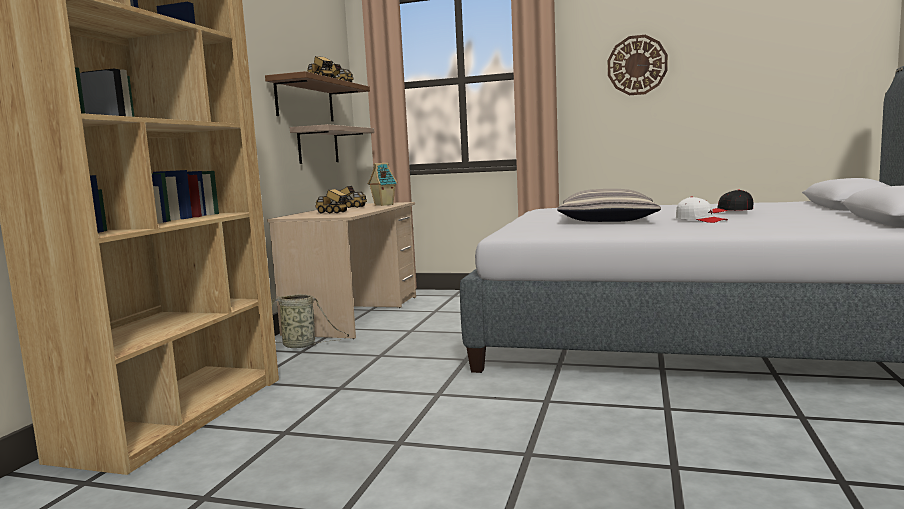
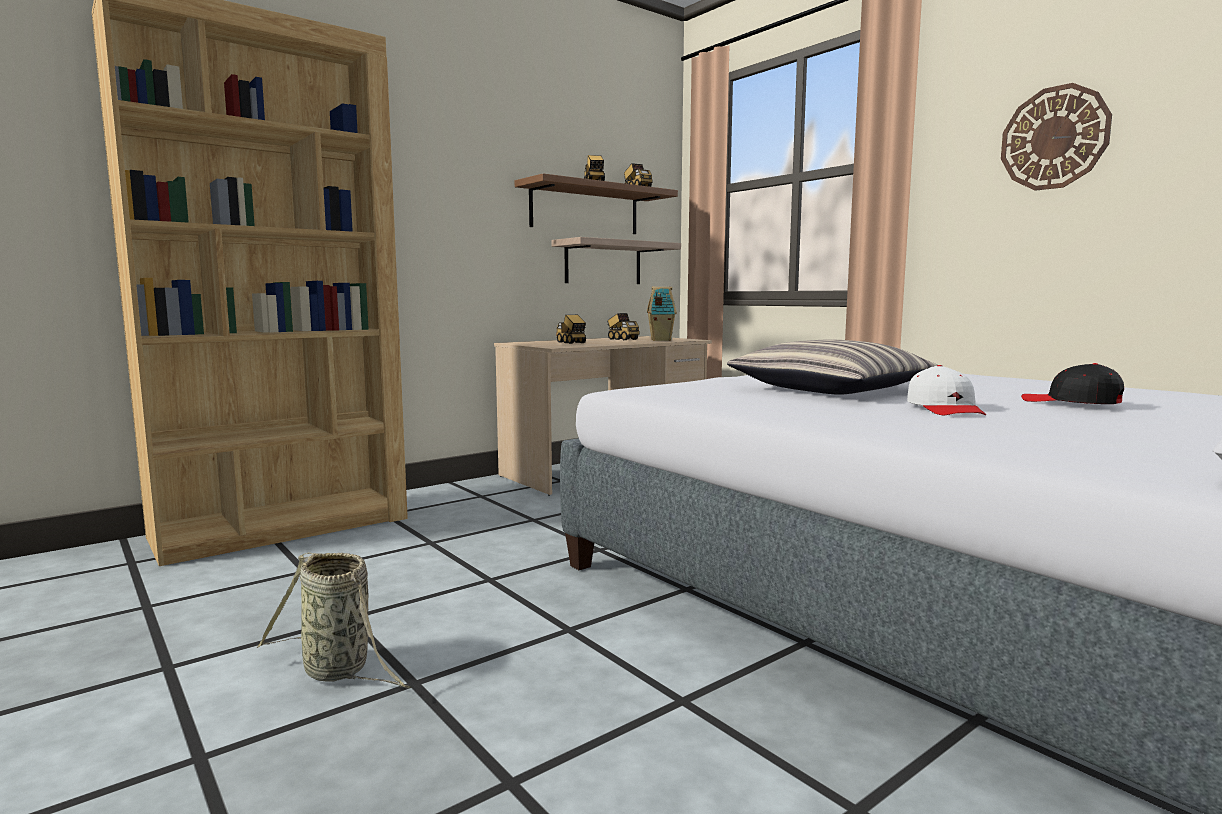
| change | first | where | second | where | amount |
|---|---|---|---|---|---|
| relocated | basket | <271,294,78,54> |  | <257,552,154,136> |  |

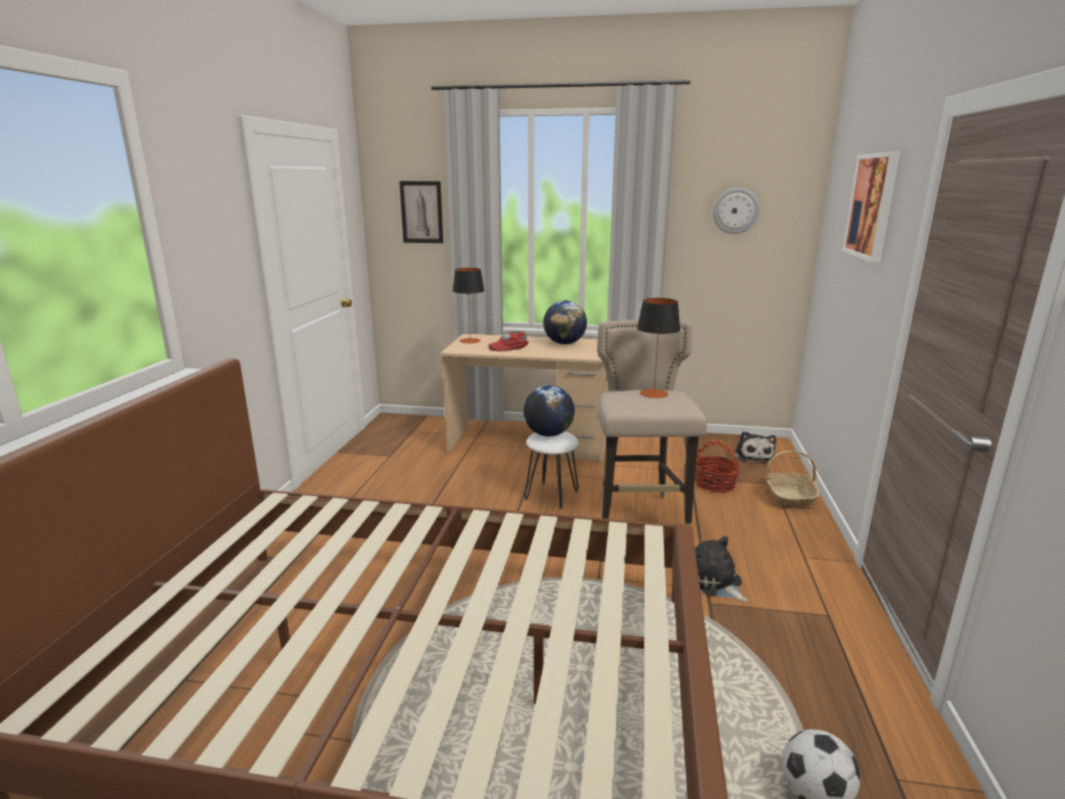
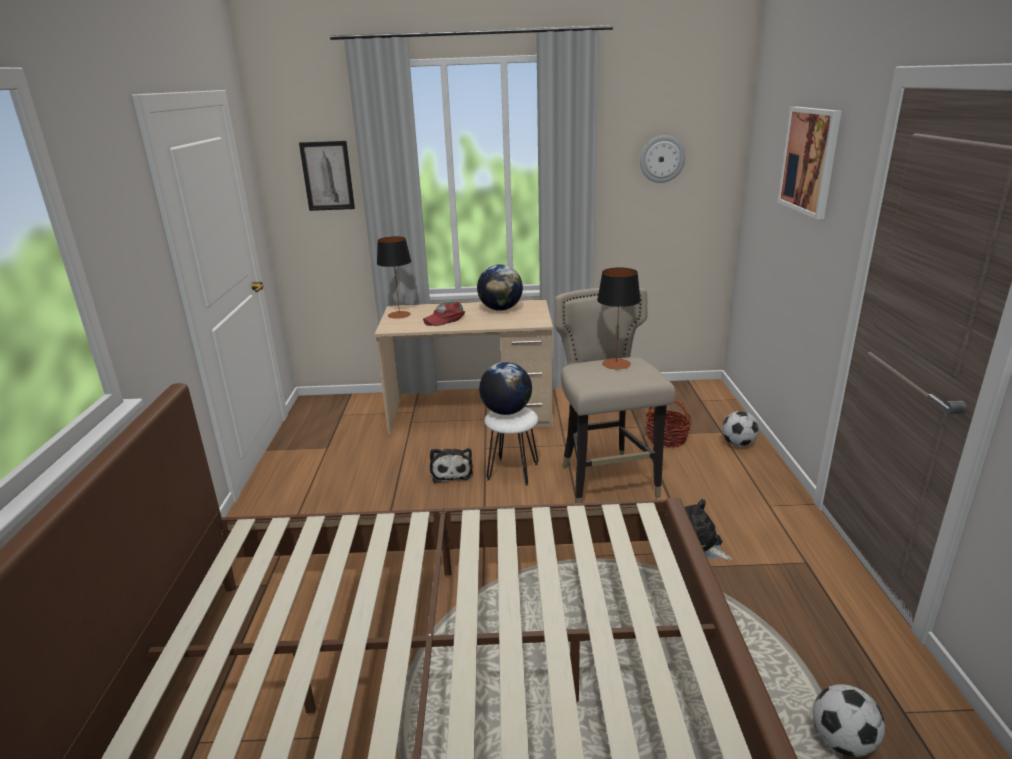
| change | first | where | second | where | amount |
|---|---|---|---|---|---|
| relocated | plush toy | <734,431,42,30> |  | <430,448,43,35> |  |
| exchanged | basket | <765,451,55,58> | football | <722,411,37,36> |  |

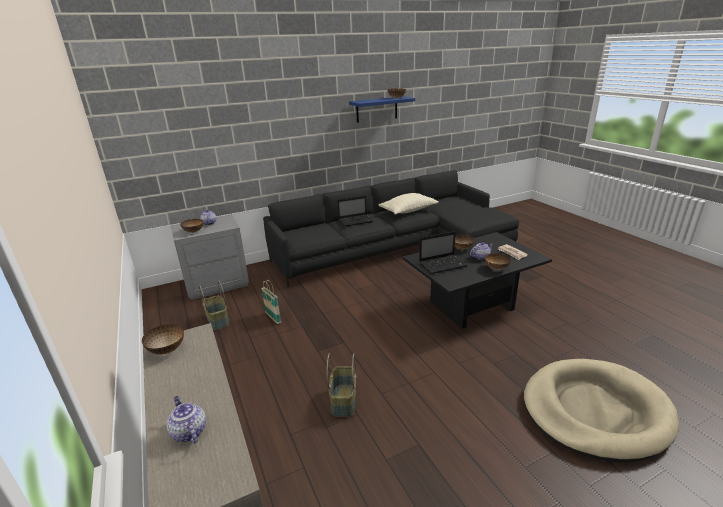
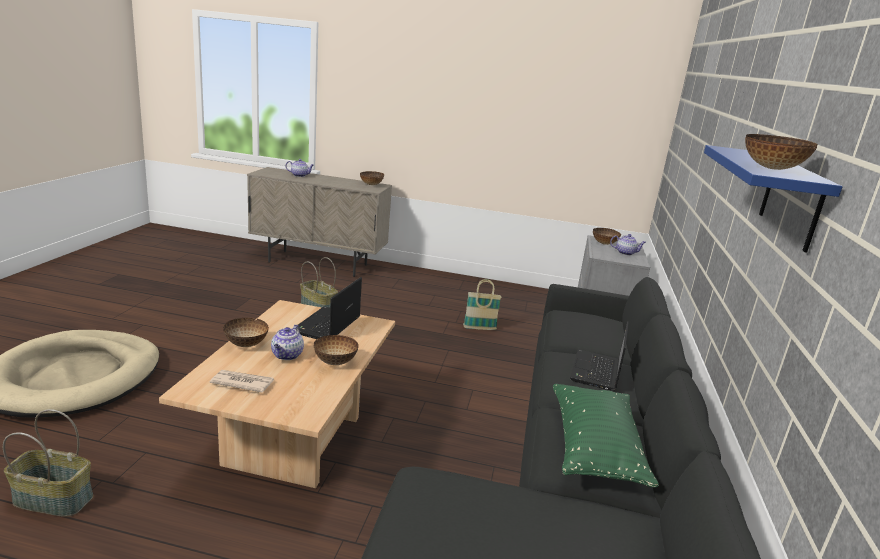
| change | first | where | second | where | amount |
|---|---|---|---|---|---|
| relocated | basket | <199,280,30,50> |  | <3,409,91,108> |  |
| colour | black coffee table | <403,232,149,97> | beige coffee table | <159,300,236,188> |  |
| colour | beige pillow | <378,193,61,21> | green pillow | <553,384,106,103> |  |

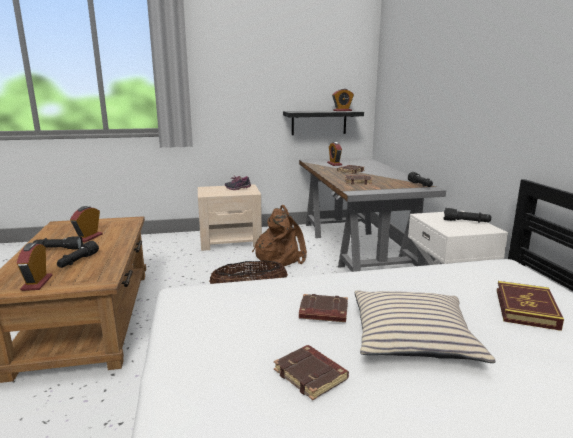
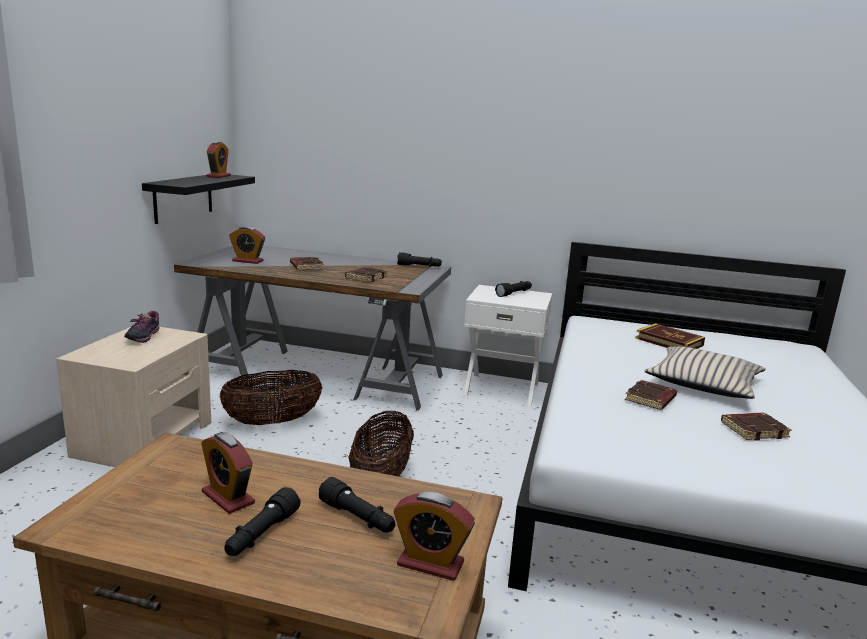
| change | first | where | second | where | amount |
|---|---|---|---|---|---|
| exchanged | brown backpack | <252,205,55,61> | basket | <219,370,104,55> |  |

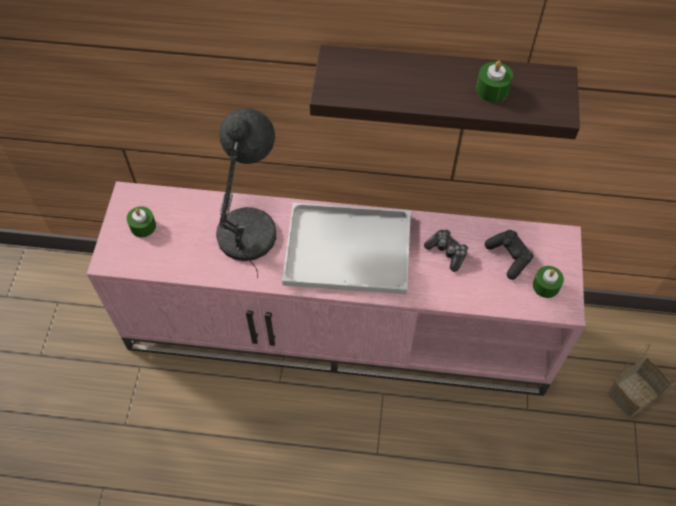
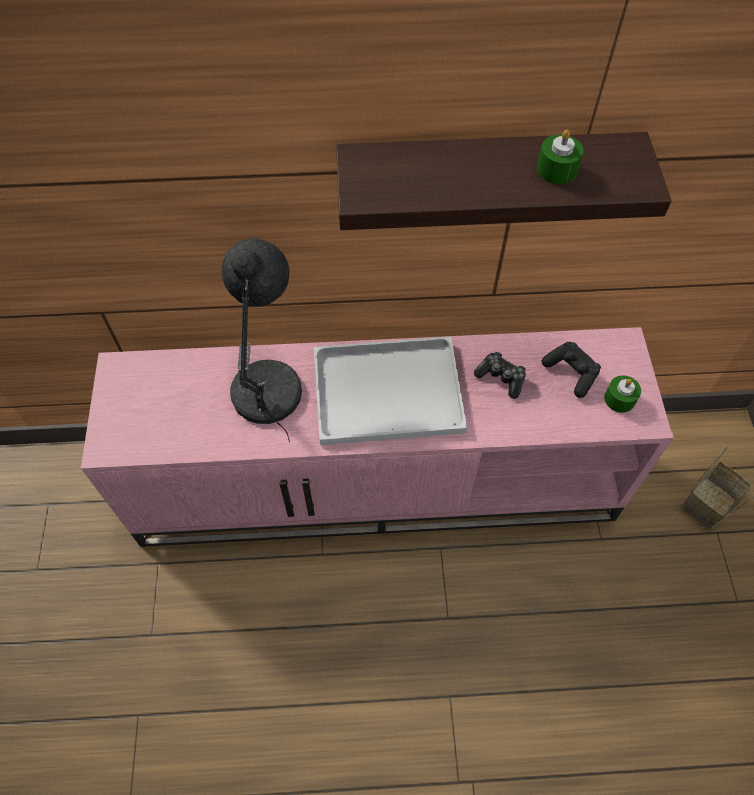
| change | first | where | second | where | amount |
|---|---|---|---|---|---|
| missing | green candle | <127,206,29,31> |  |  |  |

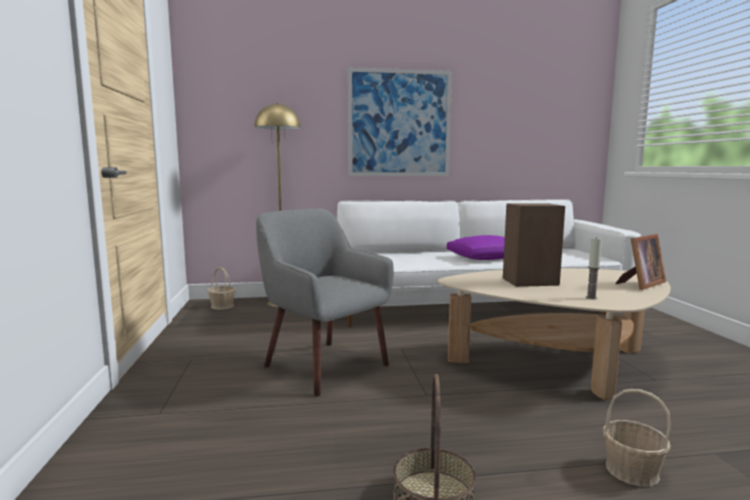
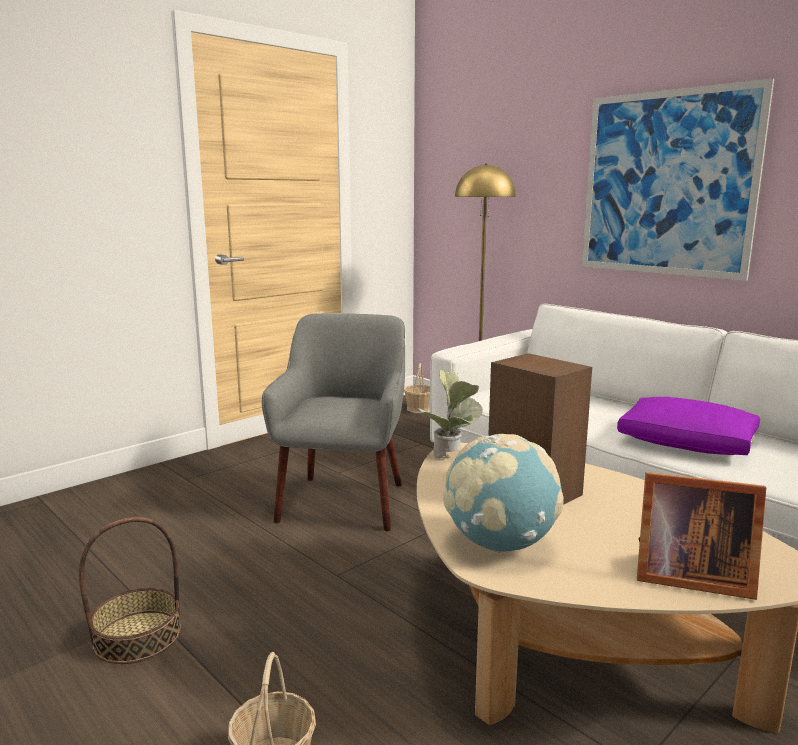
| change | first | where | second | where | amount |
|---|---|---|---|---|---|
| appeared |  |  | potted plant | <417,370,66,88> |  |
| exchanged | candle | <586,237,16,63> | globe | <443,434,121,118> |  |

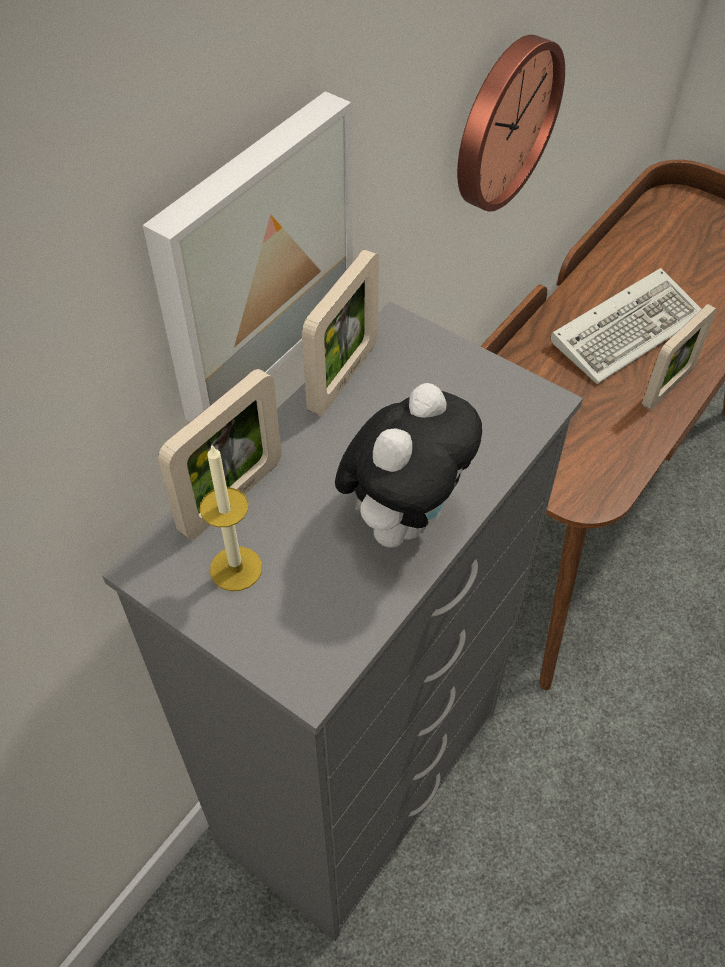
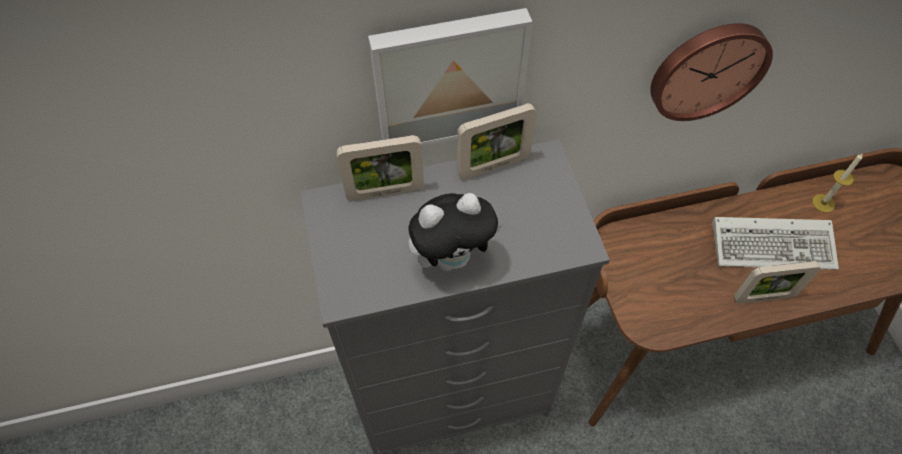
| change | first | where | second | where | amount |
|---|---|---|---|---|---|
| relocated | candle | <200,445,62,146> |  | <812,153,51,60> |  |

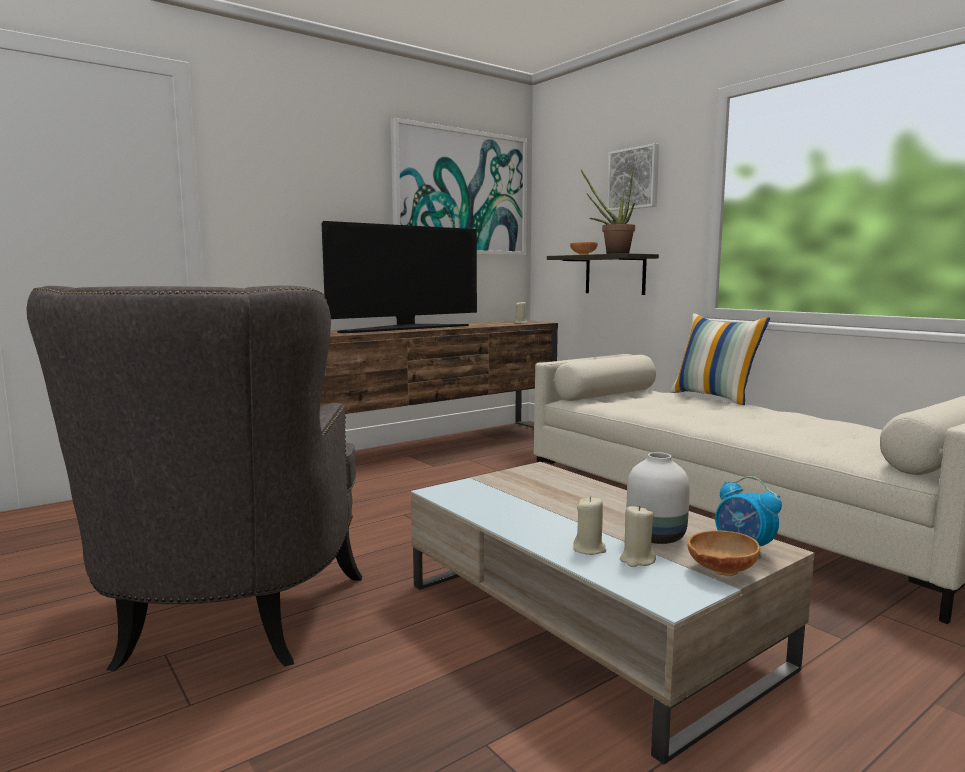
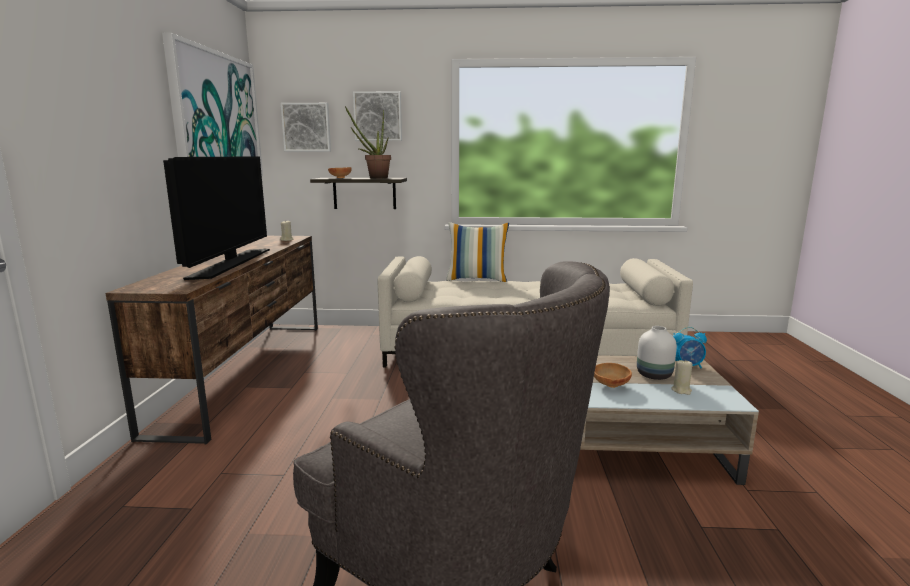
| change | first | where | second | where | amount |
|---|---|---|---|---|---|
| appeared |  |  | picture | <281,103,50,48> |  |
| relocated | brown bowl | <687,530,73,46> |  | <594,363,38,25> |  |
| missing | beige candle | <573,496,33,59> |  |  |  |

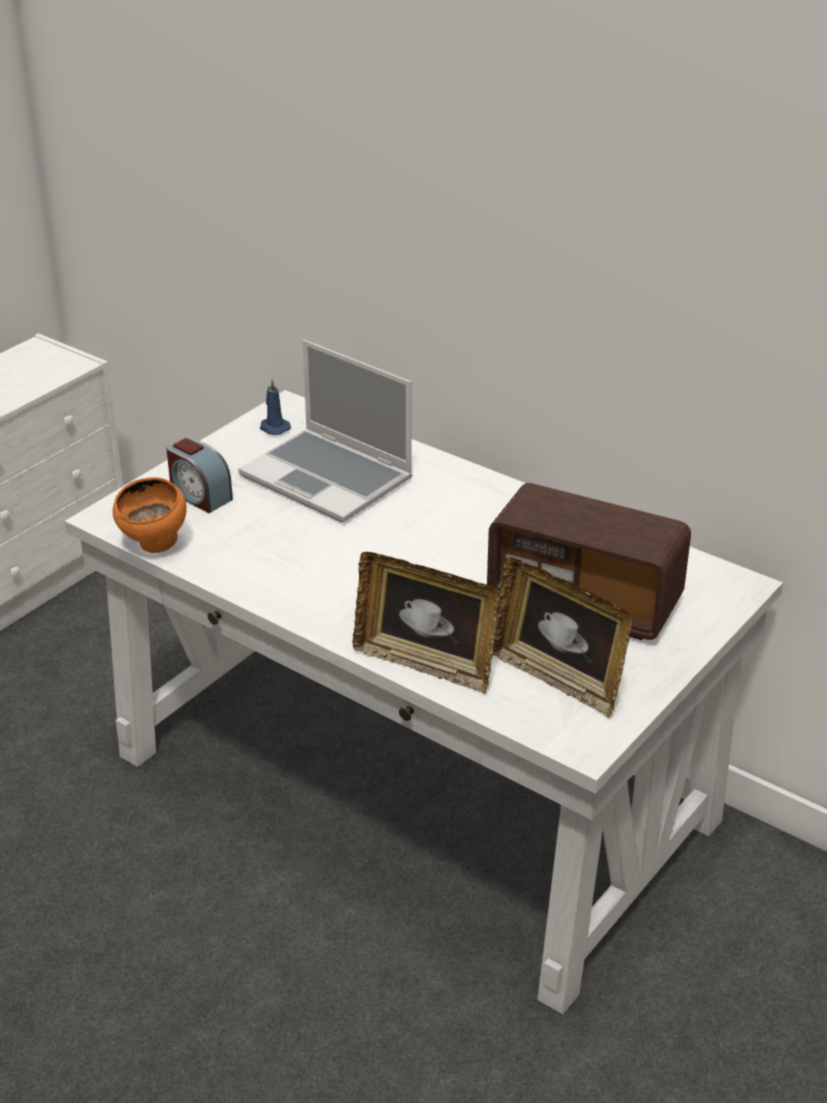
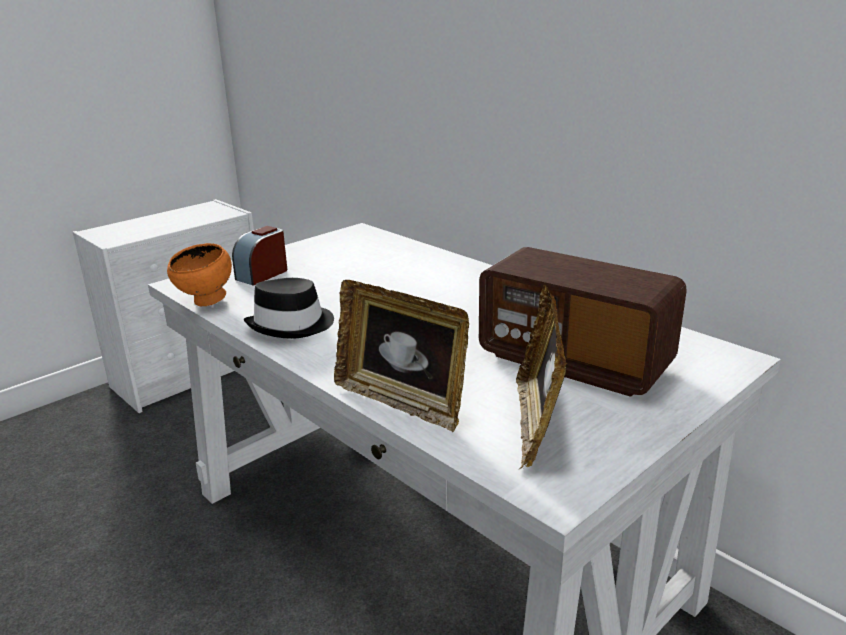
| change | first | where | second | where | amount |
|---|---|---|---|---|---|
| spun | alarm clock | <166,437,67,76> |  | <232,226,55,60> | 75 degrees clockwise |
| appeared |  |  | black hat | <244,278,90,61> |  |
| spun | picture frame | <493,558,139,160> |  | <516,284,51,185> | 45 degrees clockwise |
| missing | laptop | <238,340,174,183> |  |  |  |
| missing | blue candle | <260,379,31,56> |  |  |  |

